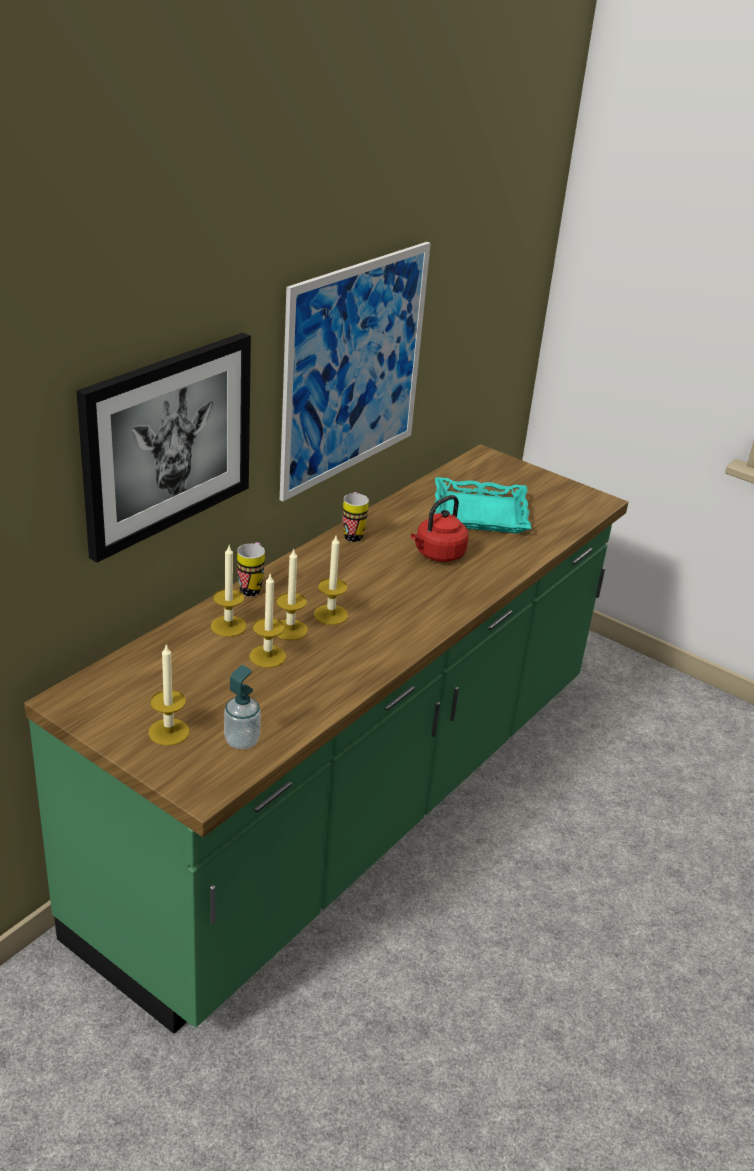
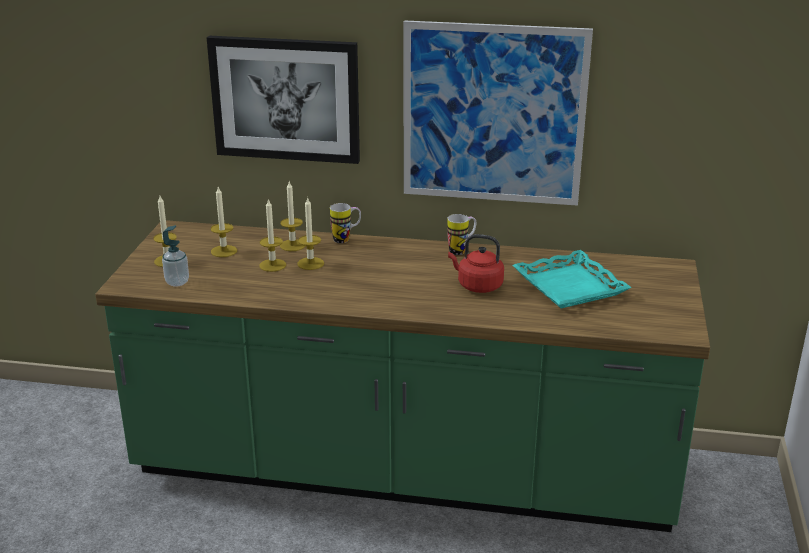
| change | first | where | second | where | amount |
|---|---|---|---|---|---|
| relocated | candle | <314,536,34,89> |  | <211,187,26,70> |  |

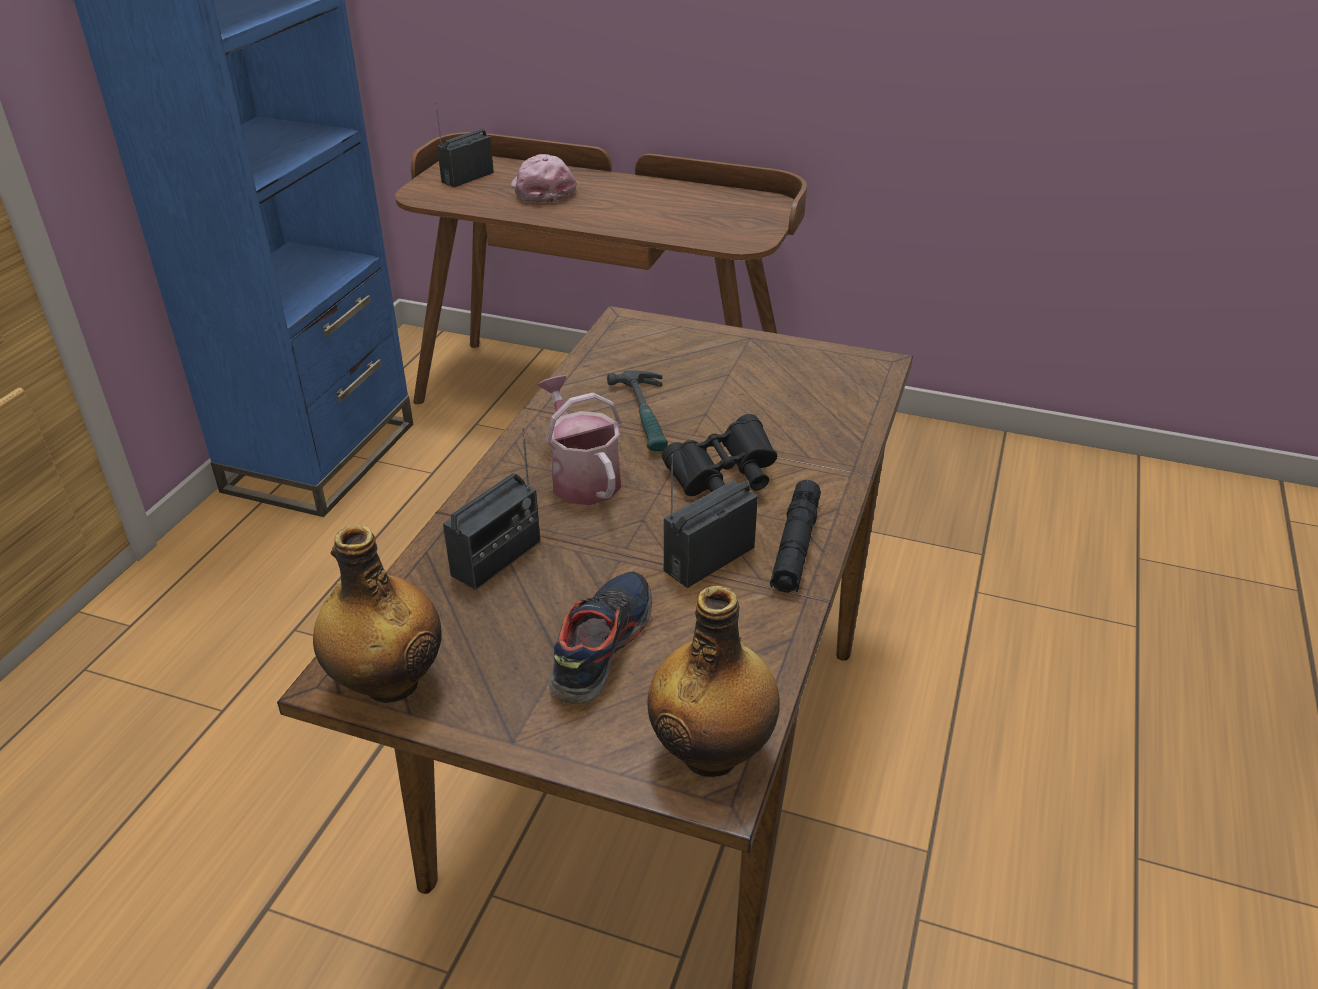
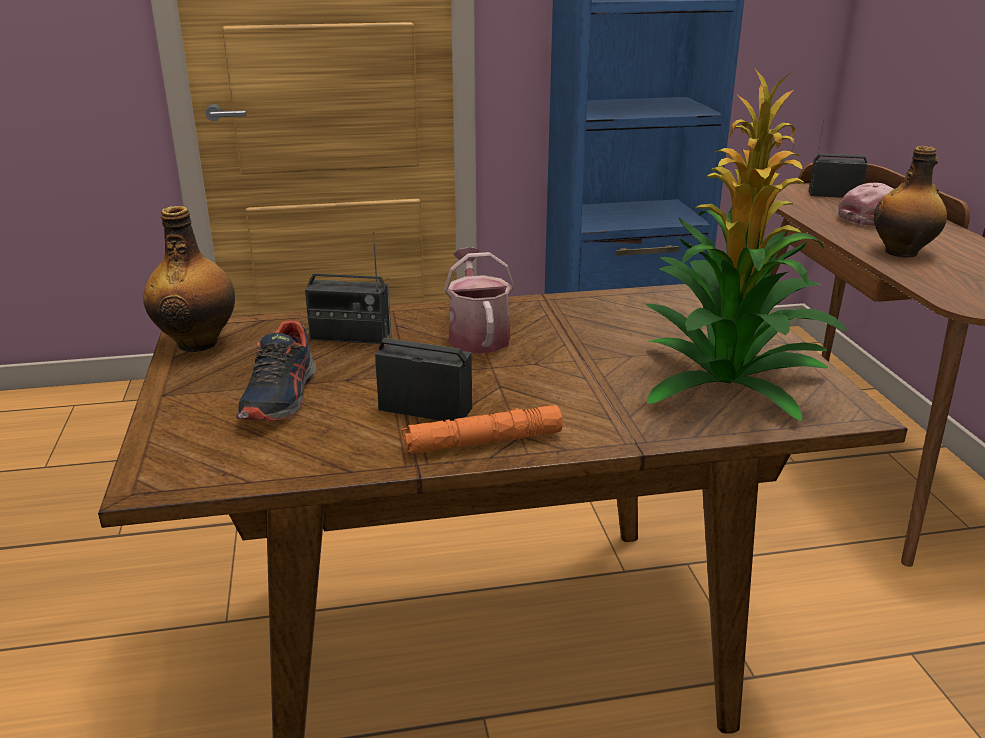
| change | first | where | second | where | amount |
|---|---|---|---|---|---|
| spun | shoe | <549,571,104,134> |  | <236,320,80,101> | 105 degrees clockwise |
| colour | black flashlight | <770,480,51,113> | orange flashlight | <401,405,162,49> |  |
| spun | watering can | <537,375,85,130> |  | <444,247,70,107> | 45 degrees counterclockwise |
| appeared |  |  | potted plant | <646,69,201,353> |  |
| relocated | bottle | <647,586,133,191> |  | <874,146,73,112> |  |
| missing | hammer | <607,370,61,81> |  |  |  |
| missing | black binoculars | <662,414,115,82> |  |  |  |

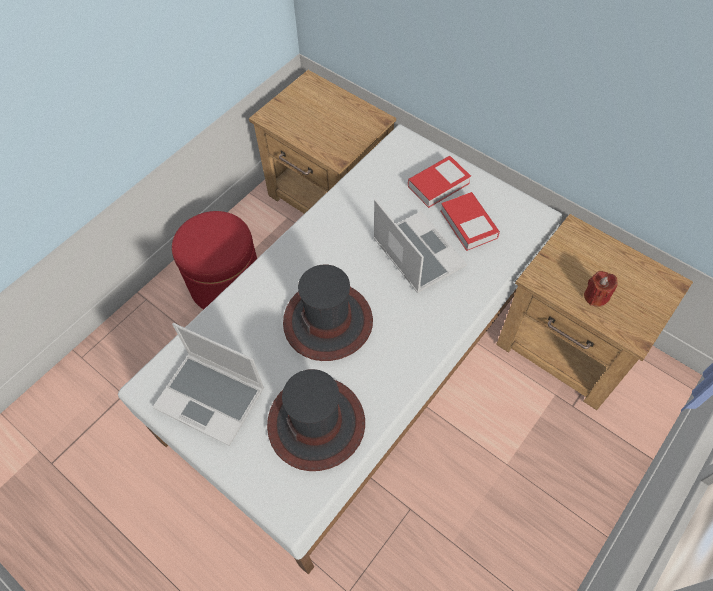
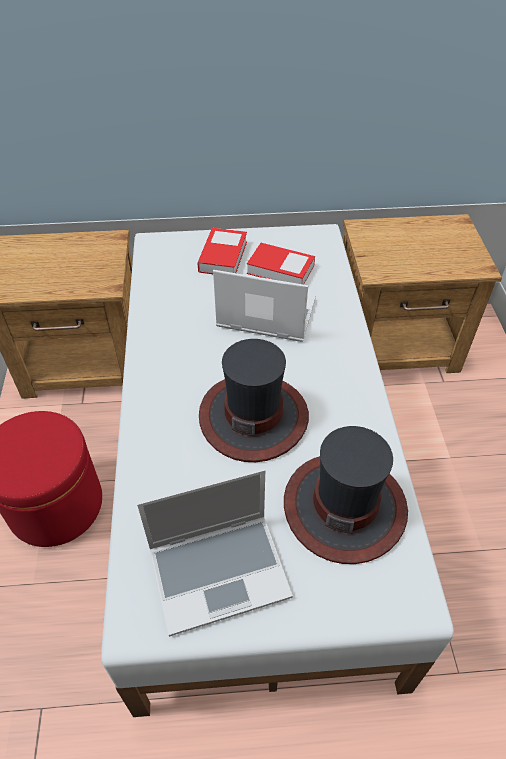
| change | first | where | second | where | amount |
|---|---|---|---|---|---|
| missing | red candle | <584,271,34,36> |  |  |  |

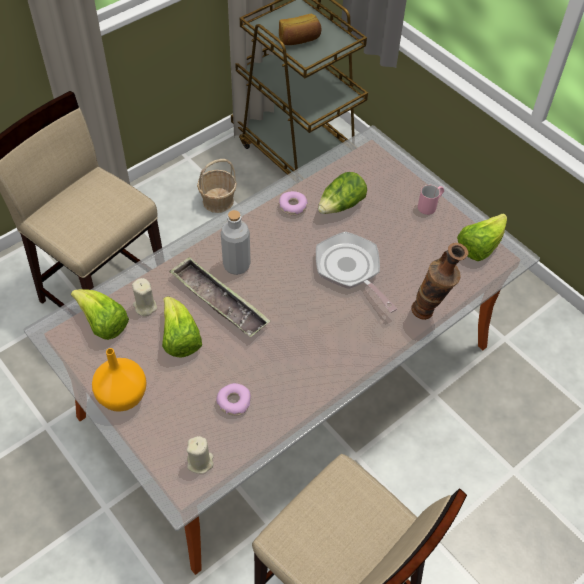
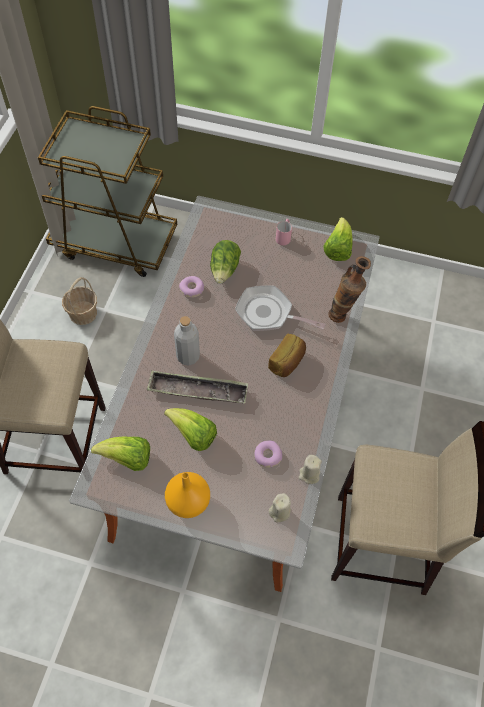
| change | first | where | second | where | amount |
|---|---|---|---|---|---|
| relocated | bread | <279,14,42,31> |  | <268,334,38,43> |  |
| relocated | beige candle | <132,278,25,38> |  | <299,455,23,29> |  |

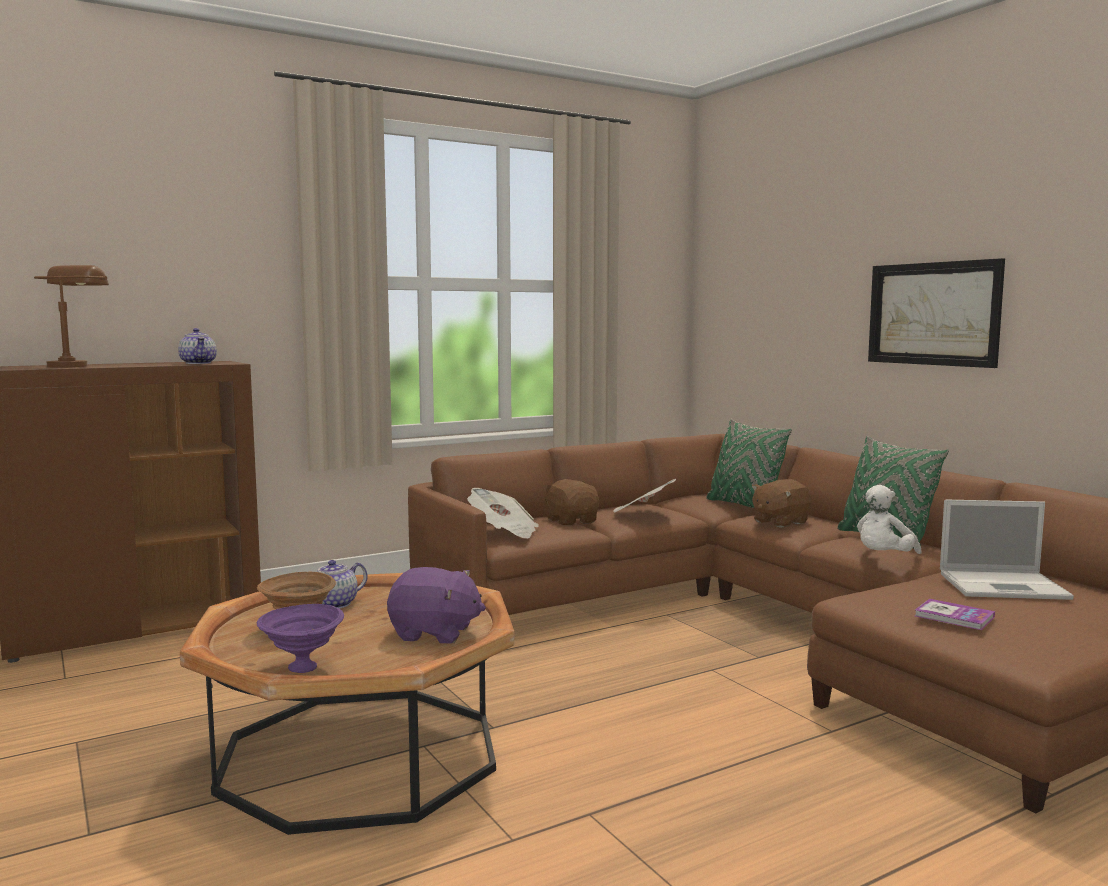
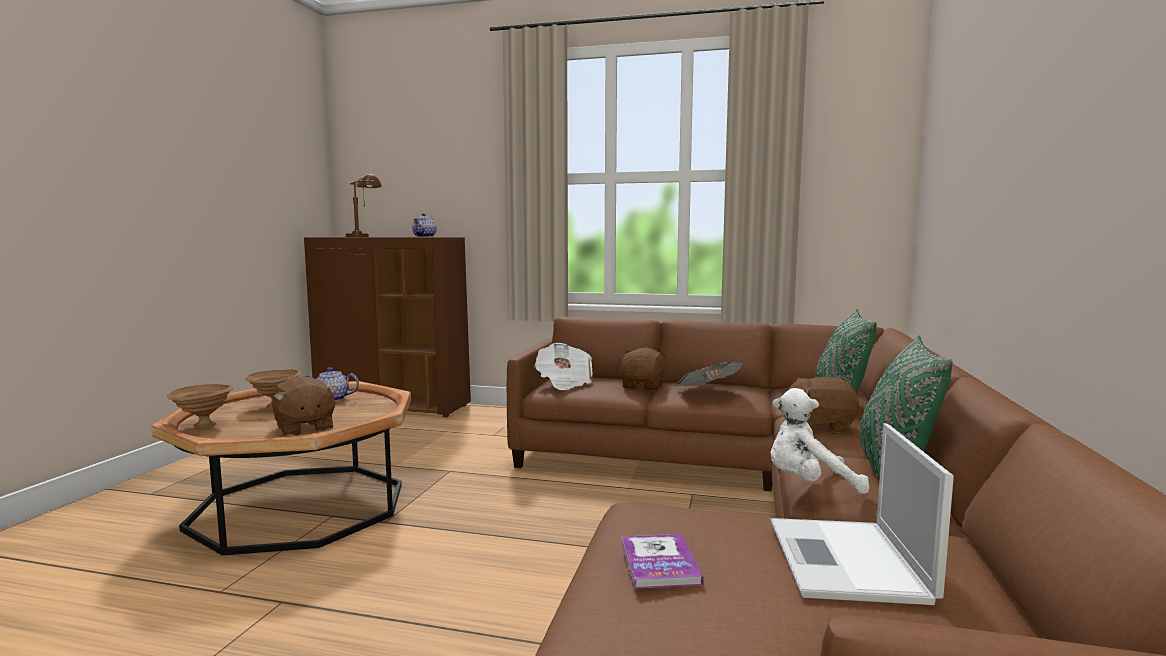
| change | first | where | second | where | amount |
|---|---|---|---|---|---|
| colour | purple bowl | <257,604,87,69> | brown bowl | <167,384,66,44> |  |
| colour | purple plush toy | <387,567,99,76> | brown plush toy | <272,376,66,60> |  |
| spun | laptop | <940,500,134,100> |  | <770,423,184,182> | 45 degrees clockwise |
| missing | picture | <868,258,137,110> |  |  |  |

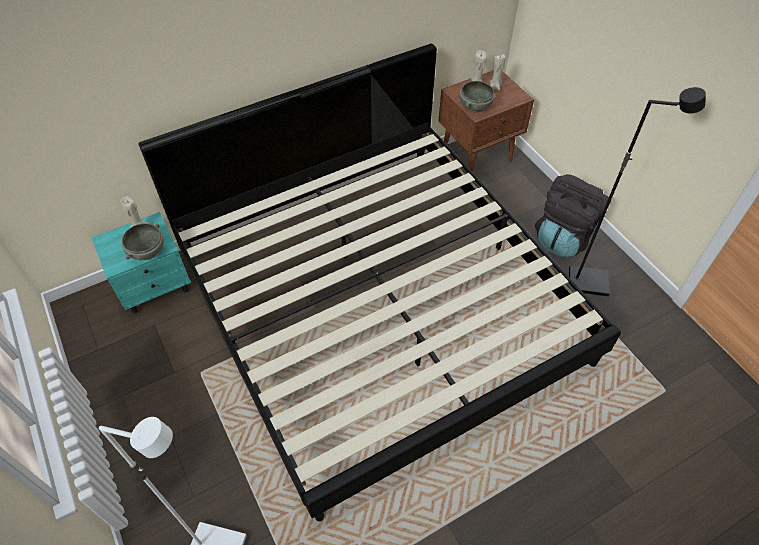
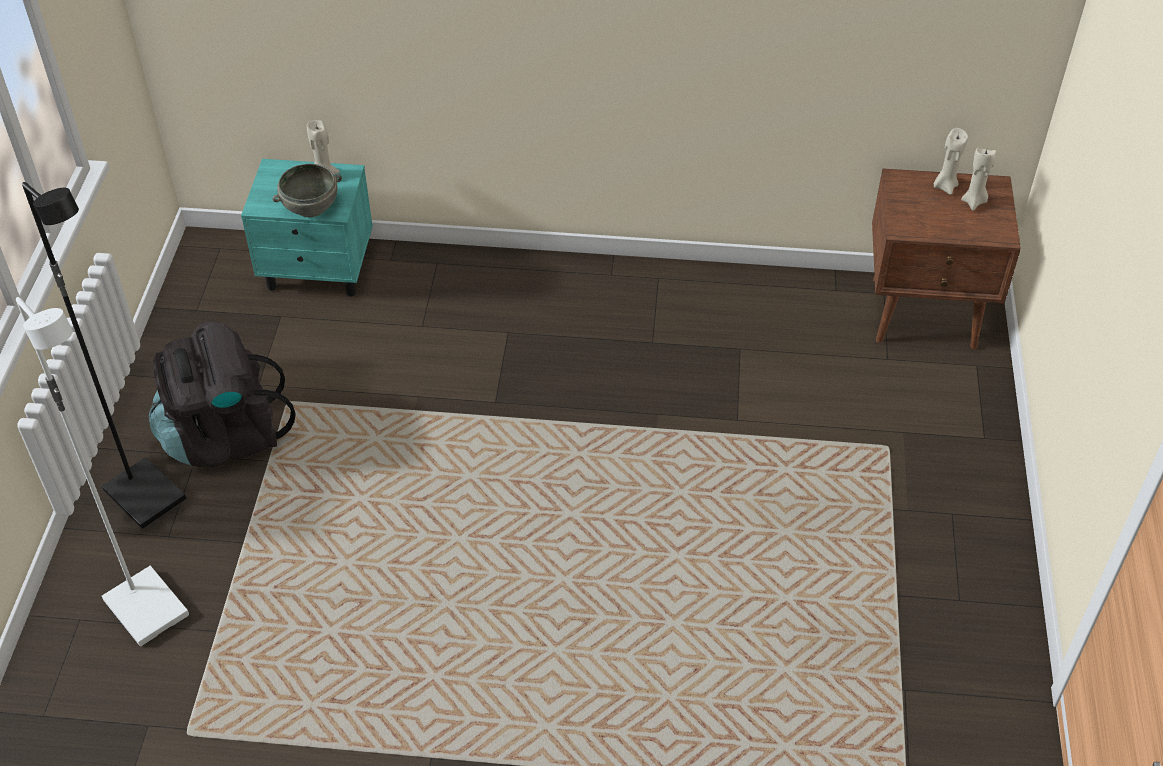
| change | first | where | second | where | amount |
|---|---|---|---|---|---|
| relocated | black floor lamp | <569,87,137,209> |  | <22,182,164,347> |  |
| relocated | black backpack | <535,174,76,84> |  | <149,321,146,146> |  |
| missing | bed | <138,43,483,478> |  |  |  |
| missing | grey bowl | <460,81,35,32> |  |  |  |

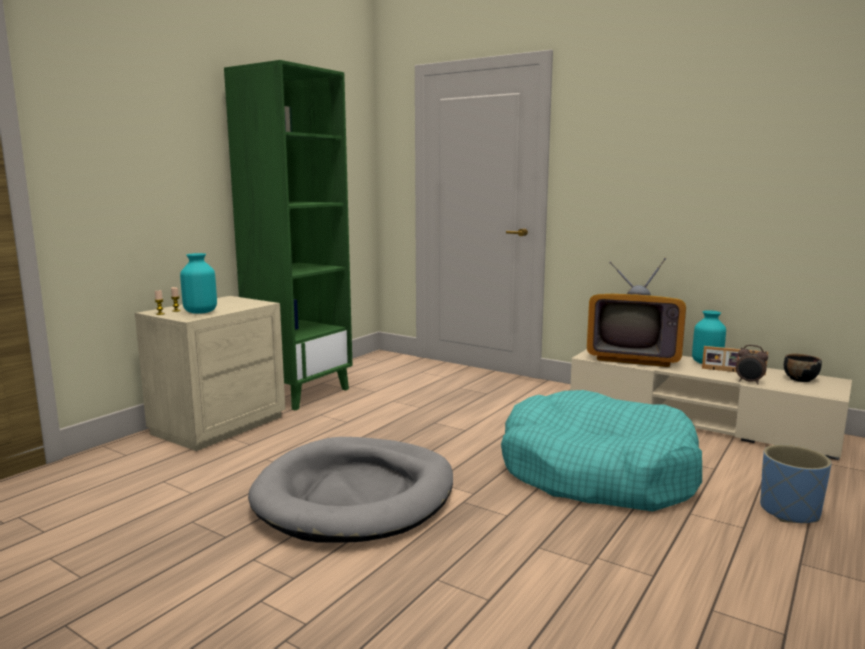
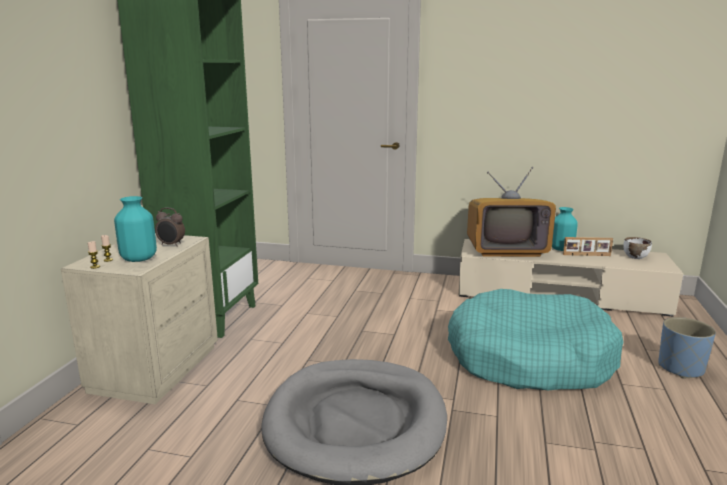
| change | first | where | second | where | amount |
|---|---|---|---|---|---|
| relocated | alarm clock | <736,345,32,39> |  | <155,208,30,39> |  |
| colour | black bowl | <784,354,38,28> | white bowl | <623,237,29,22> |  |

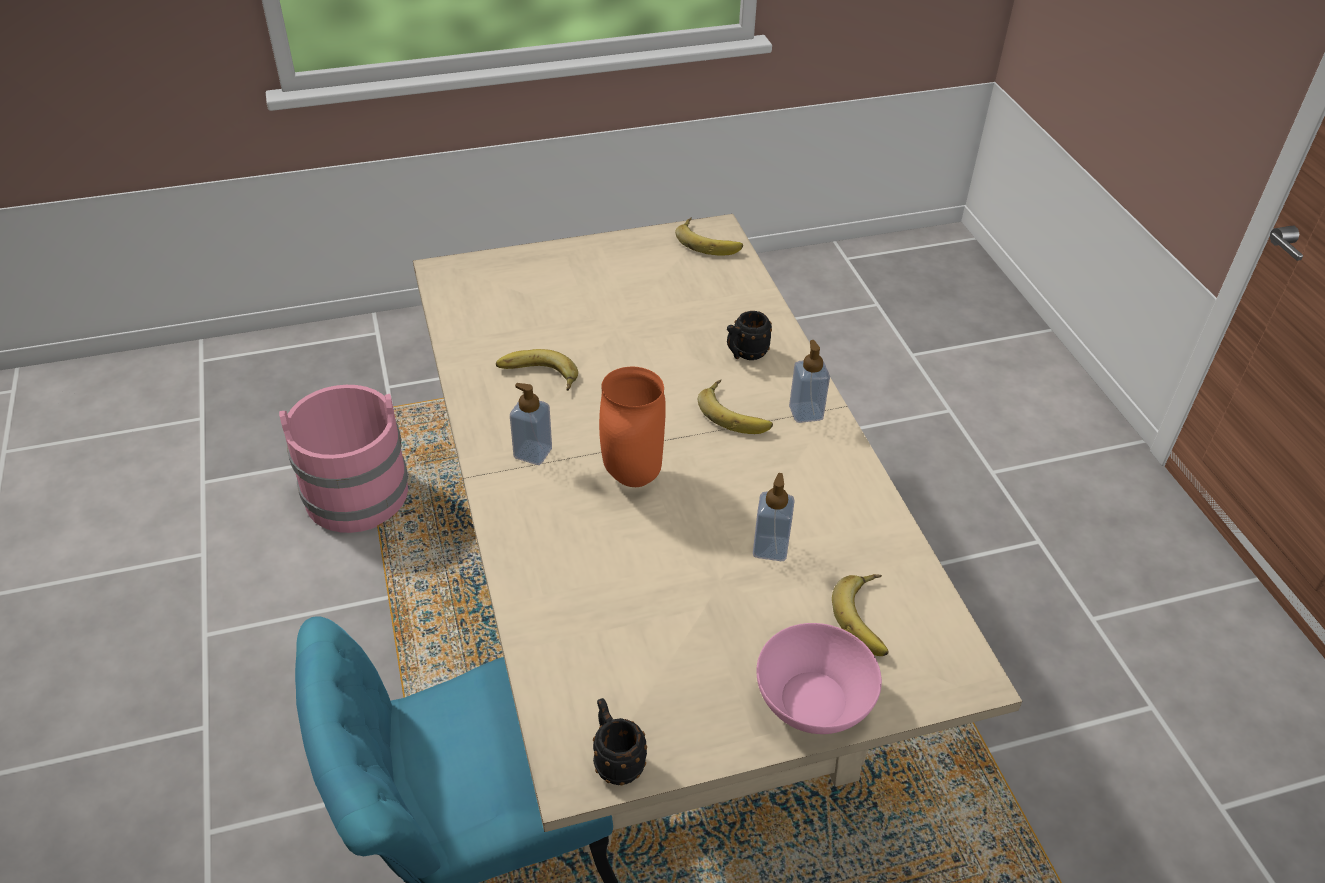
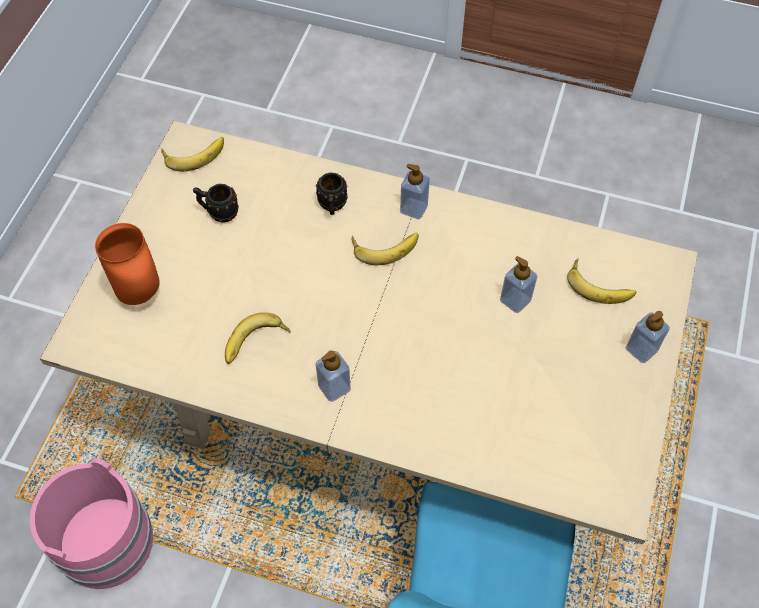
| change | first | where | second | where | amount |
|---|---|---|---|---|---|
| relocated | orange vase | <599,367,67,120> |  | <95,223,65,82> |  |
| relocated | black mug | <593,698,54,87> |  | <193,184,46,38> |  |
| exchanged | pink bowl | <756,623,126,111> | soap dispenser | <626,311,44,52> |  |

